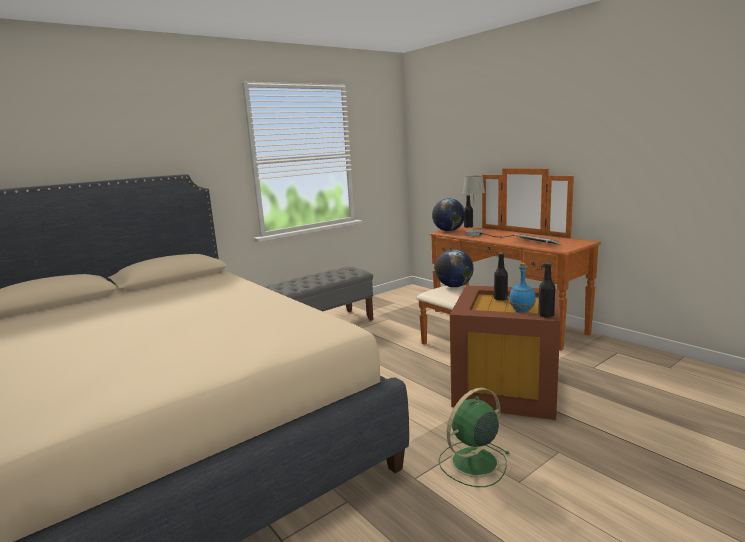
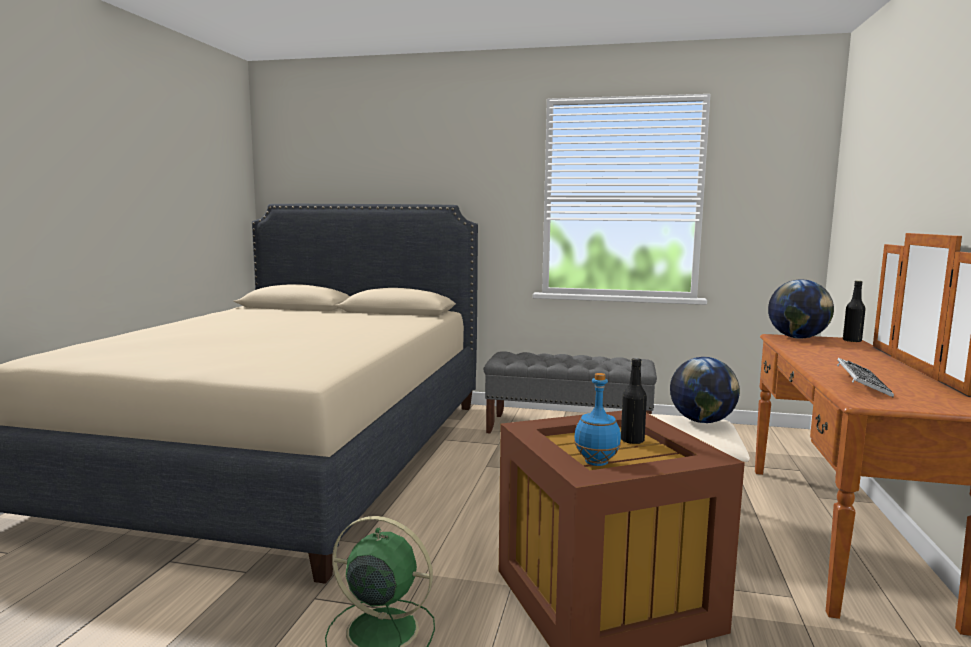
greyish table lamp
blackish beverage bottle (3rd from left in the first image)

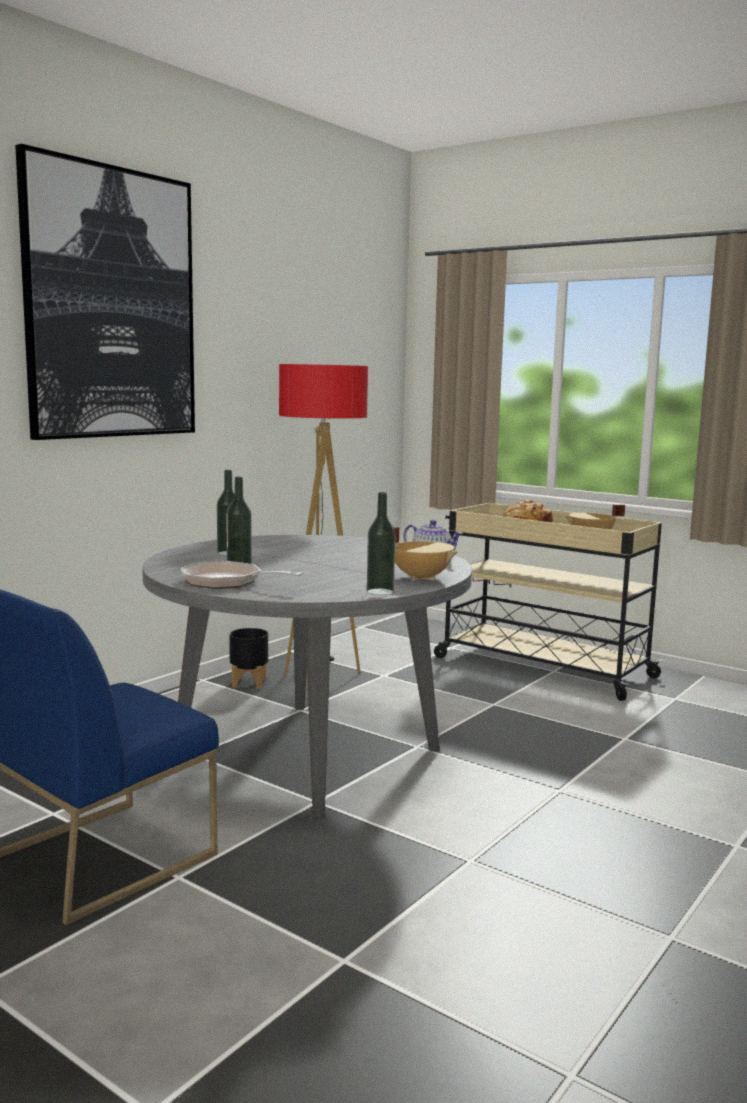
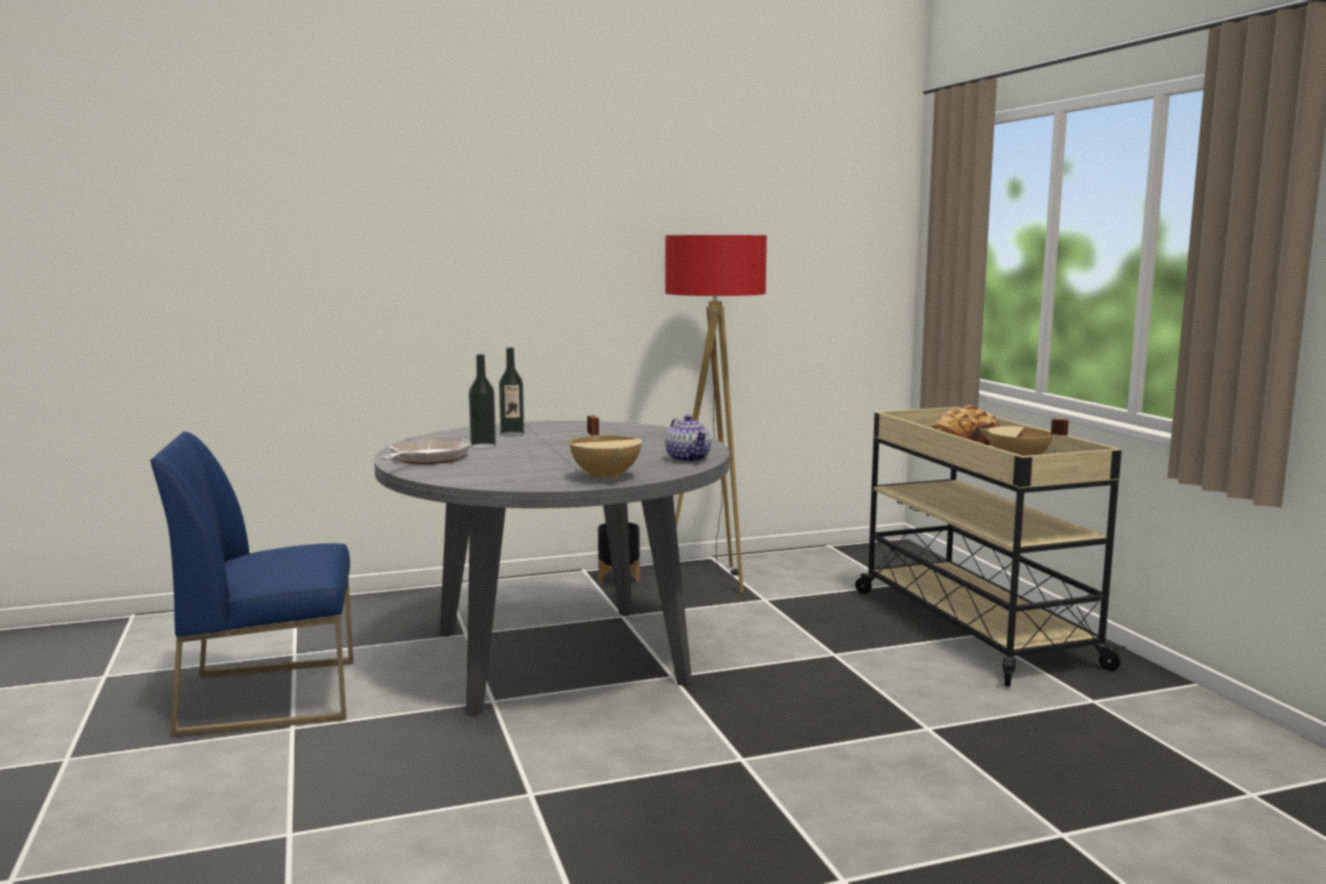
frying pan
wall art
beverage bottle (3rd from left in the first image)

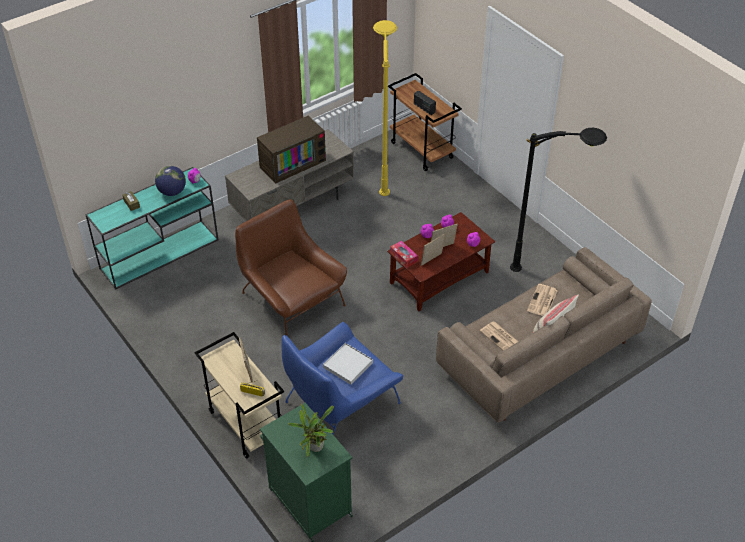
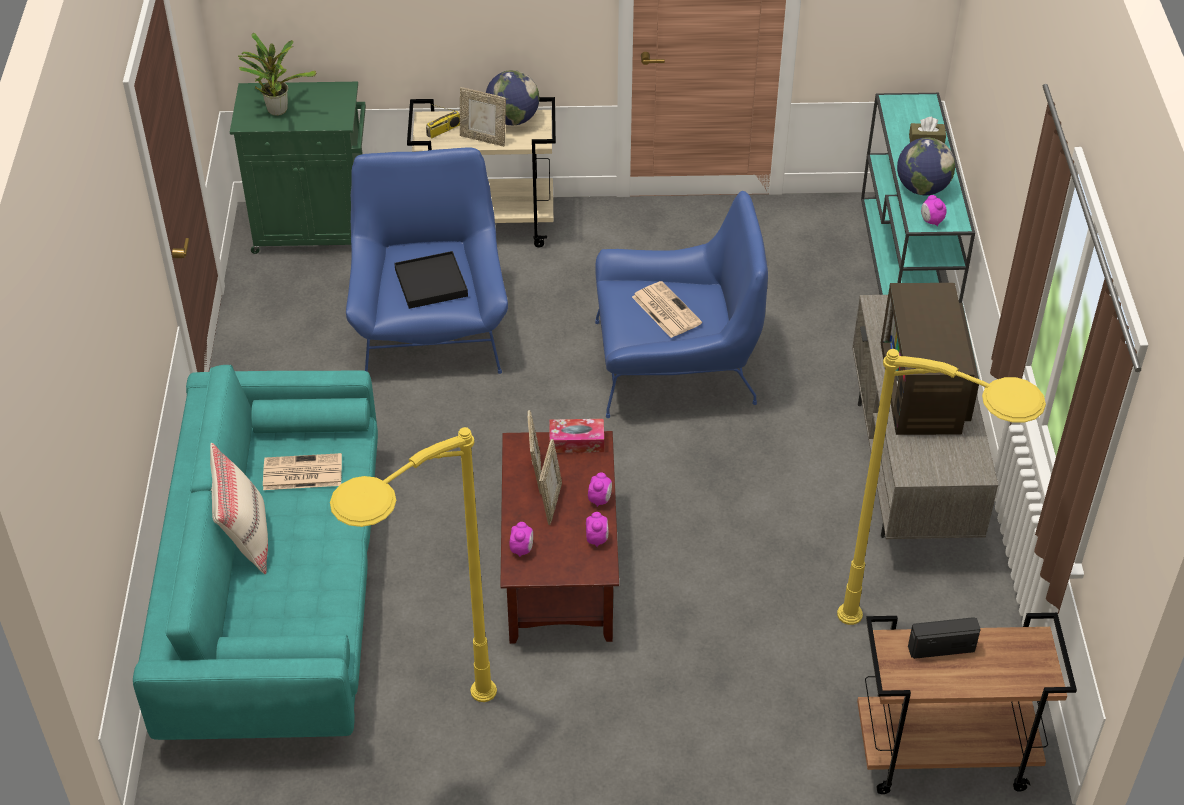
blue-green couch
yellowish floor lamp (1st from left)
blackish tray
desk globe (1st from left)
blue-coloured lounge chair (2nd from left)
daily paper (2nd from left)

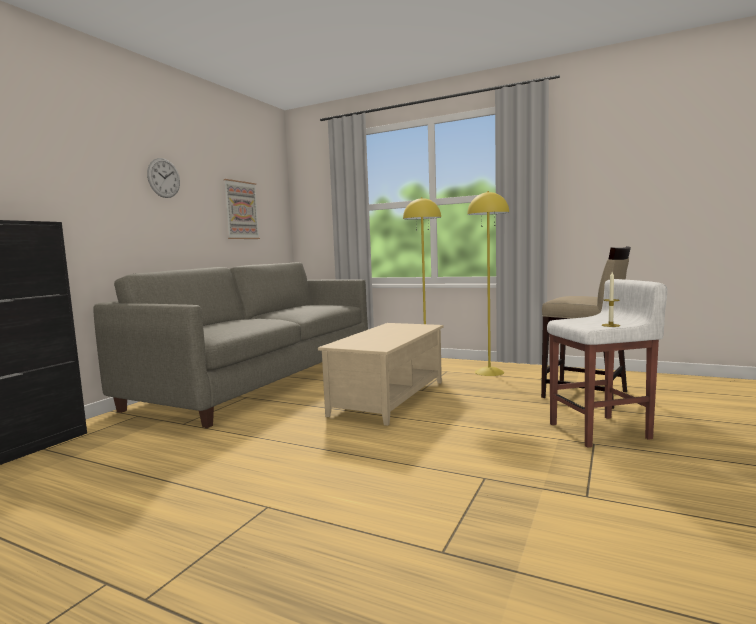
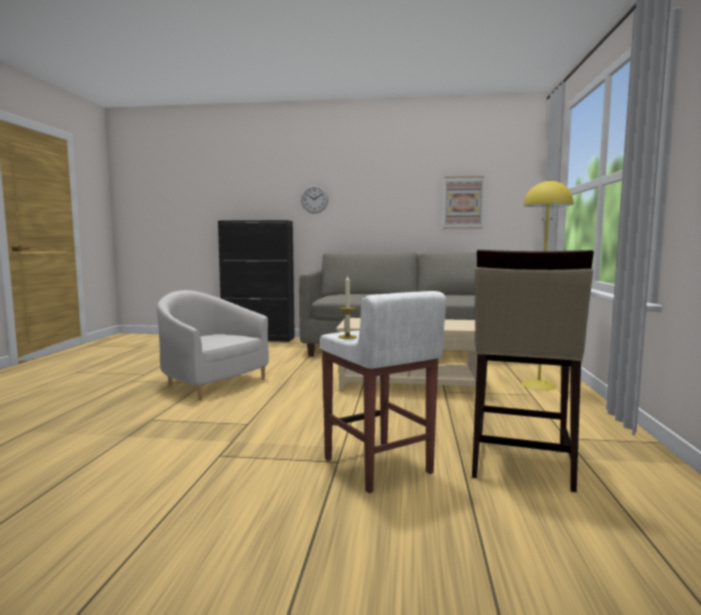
white-coloured lounge chair
wall clock
yellowish floor lamp (2nd from left in the first image)

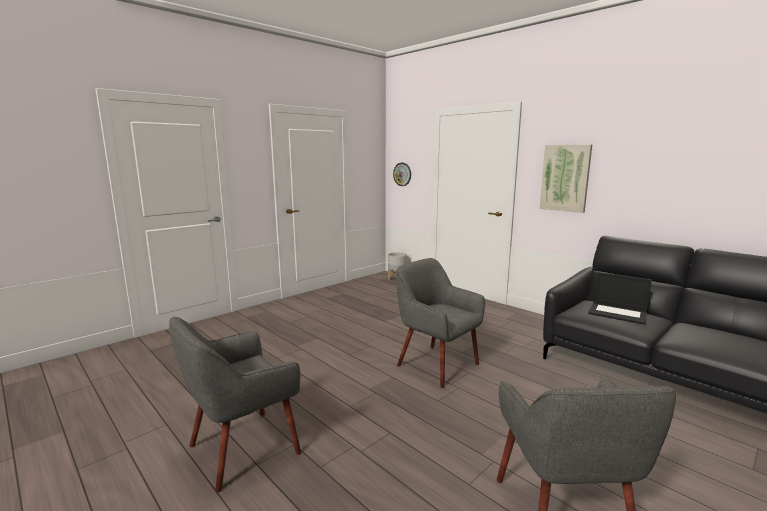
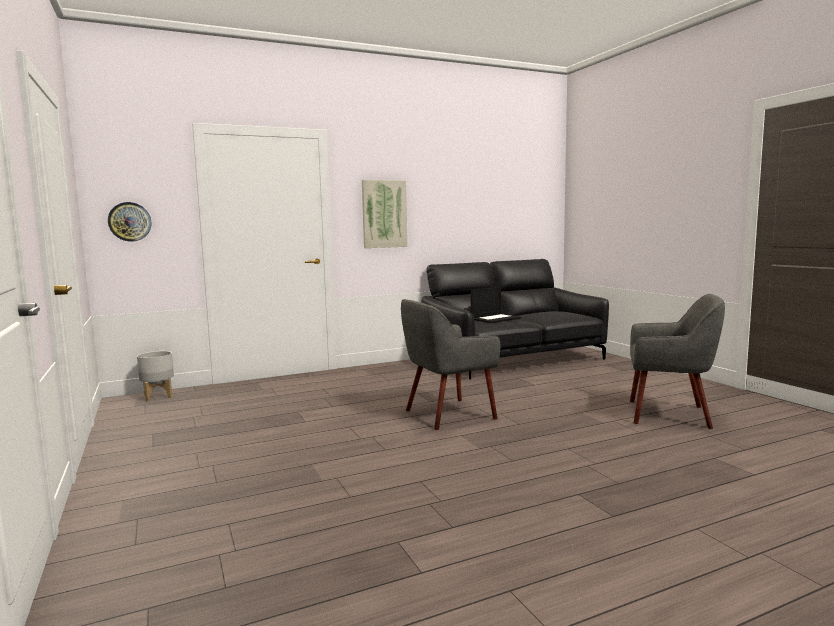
greyish lounge chair (1st from left in the first image)

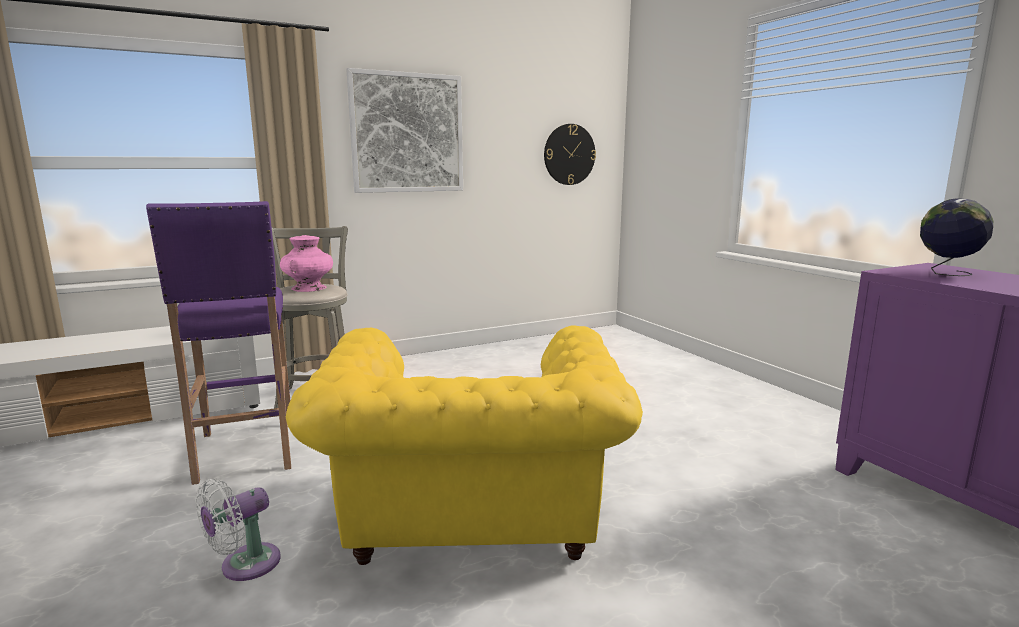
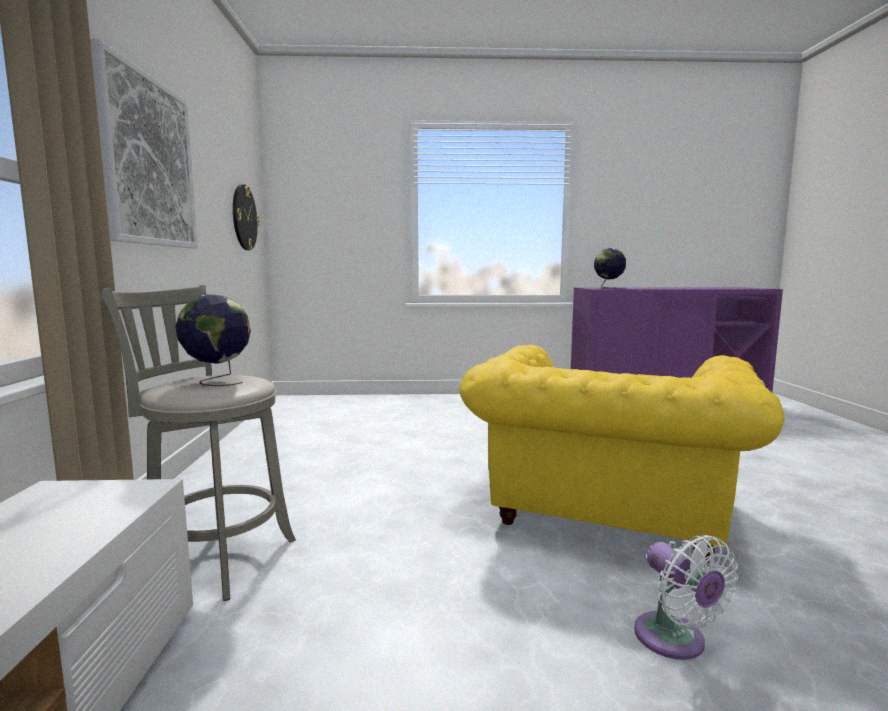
desk globe (1st from left)
yellowish lounge chair
purple sitting stool

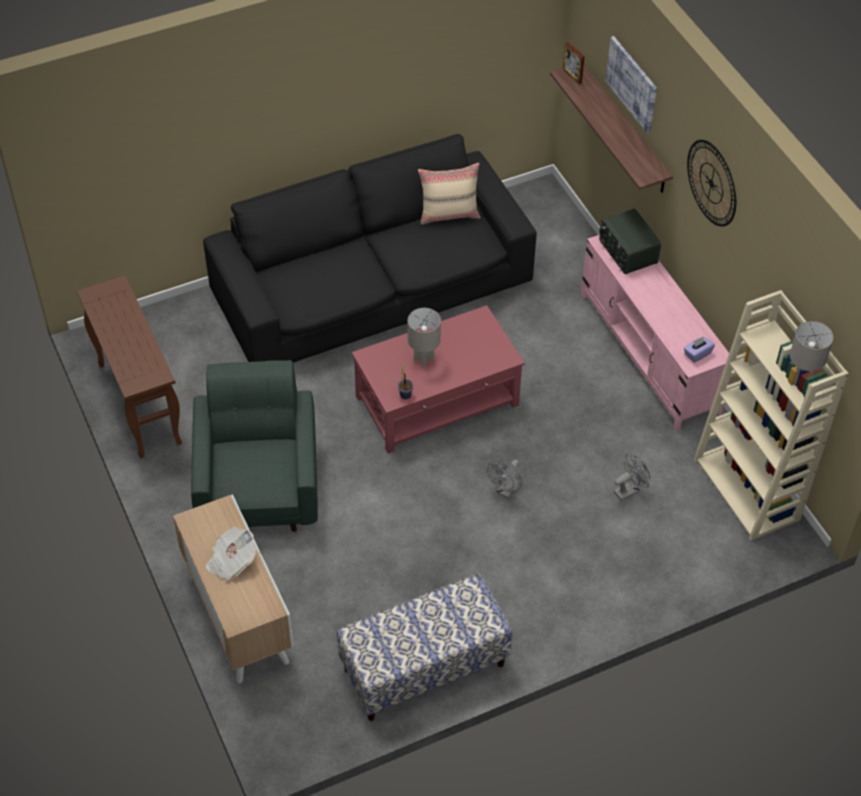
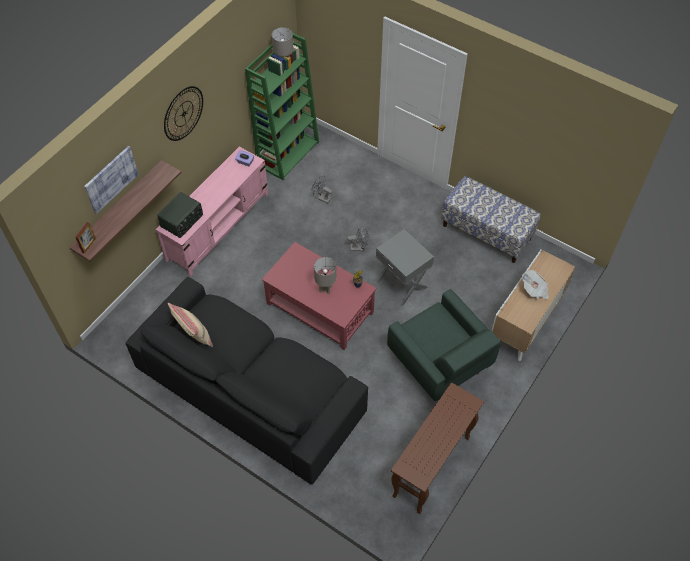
green bookcase
greyish accent table
green lounge chair

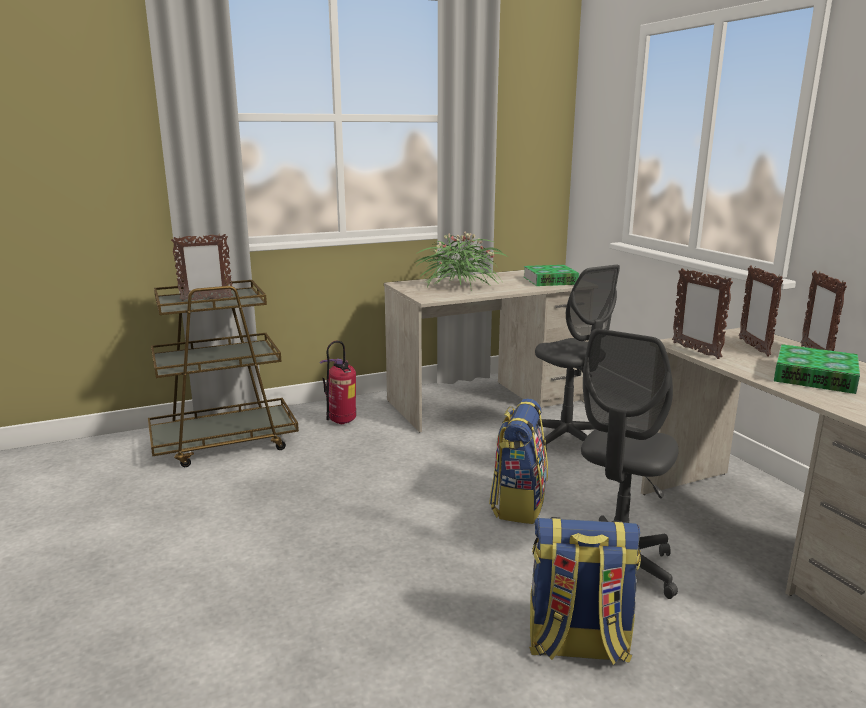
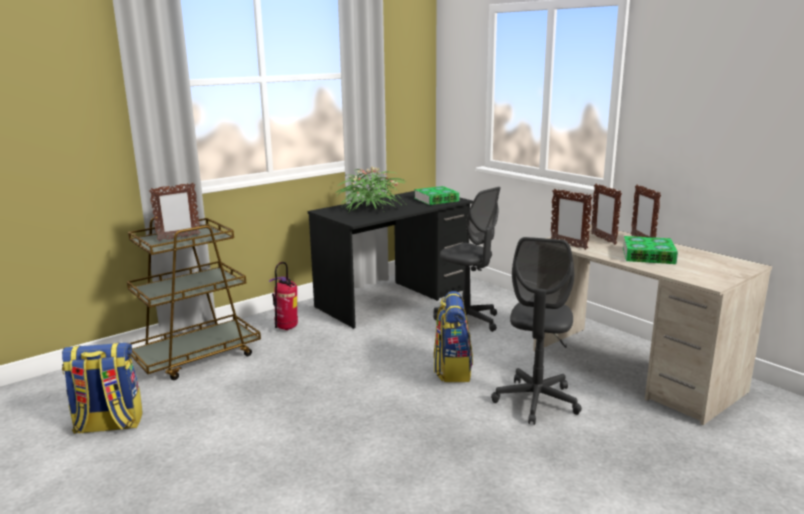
rucksack (1st from left)
blackish desk

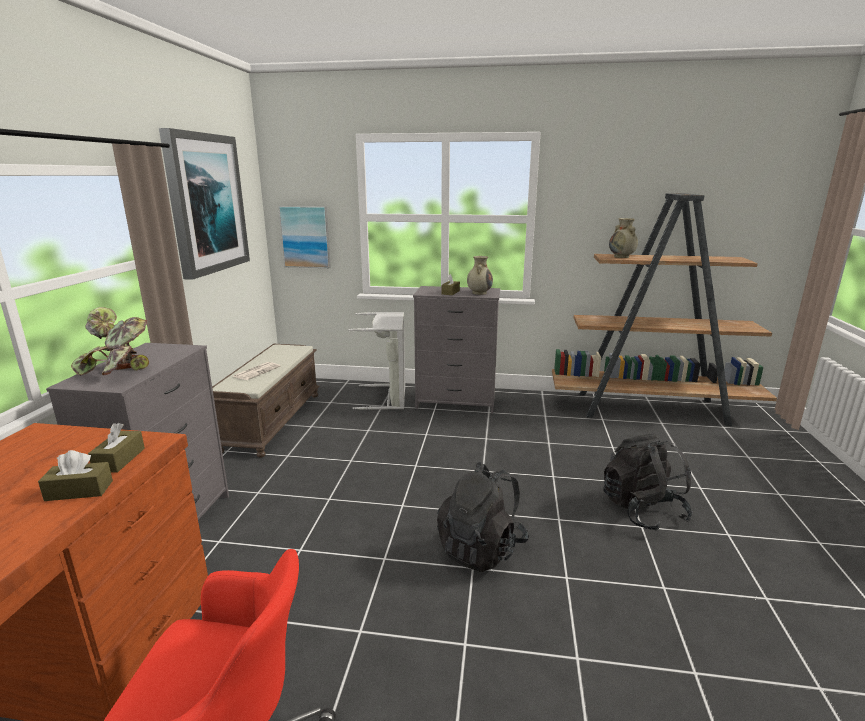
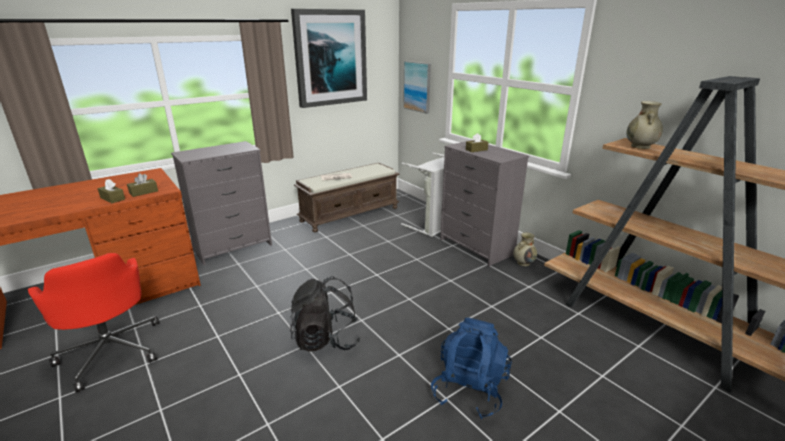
blue-coloured rucksack
beige-coloured decorative vase (1st from left)
plant in a pot

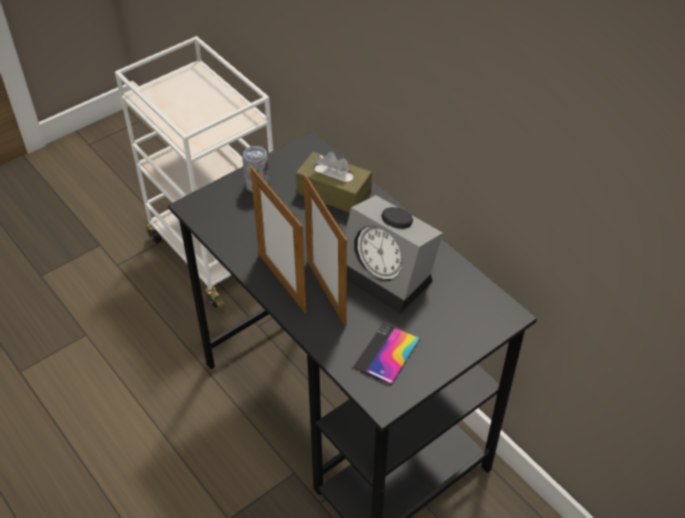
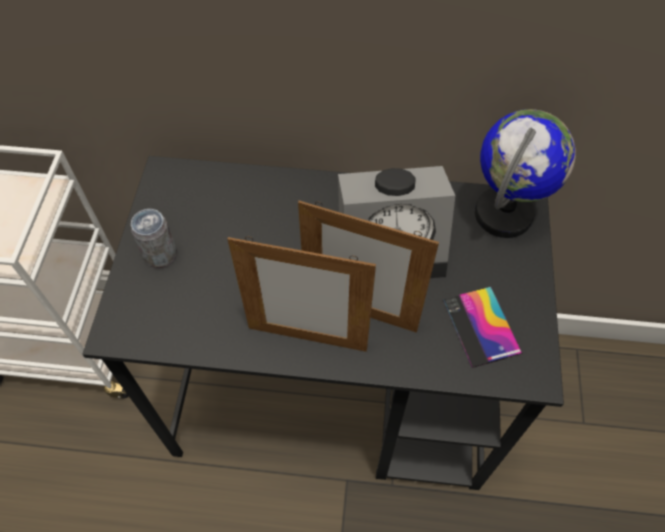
desk globe
brown-coloured tissue box

